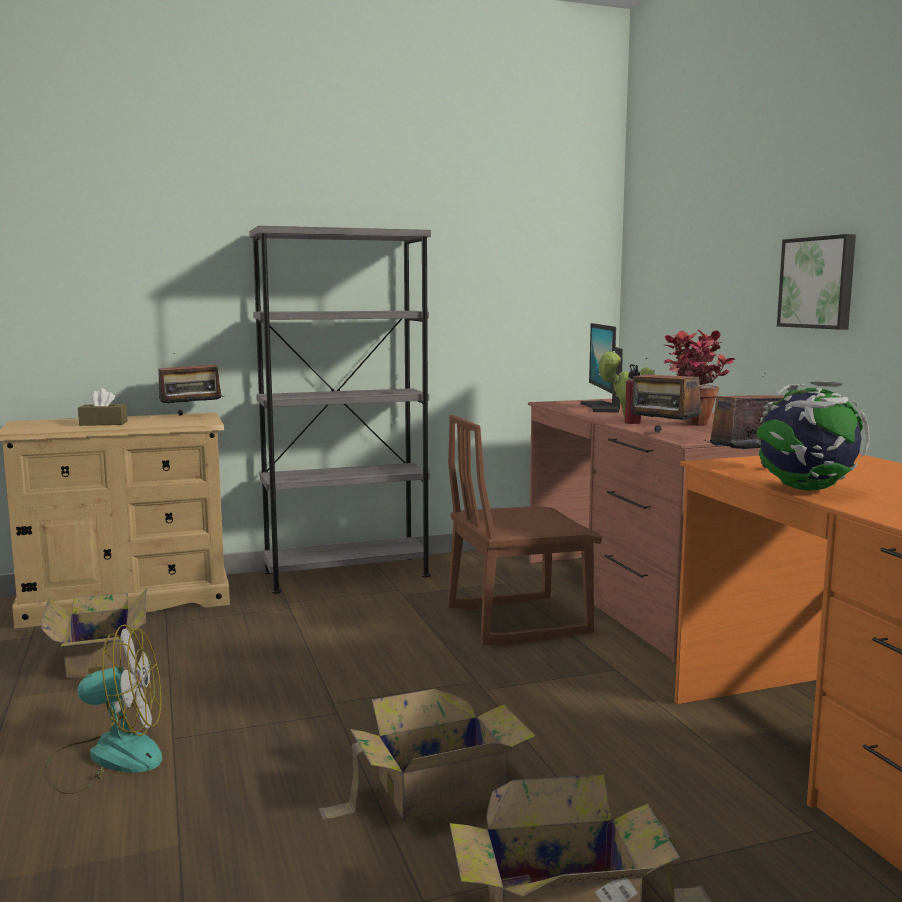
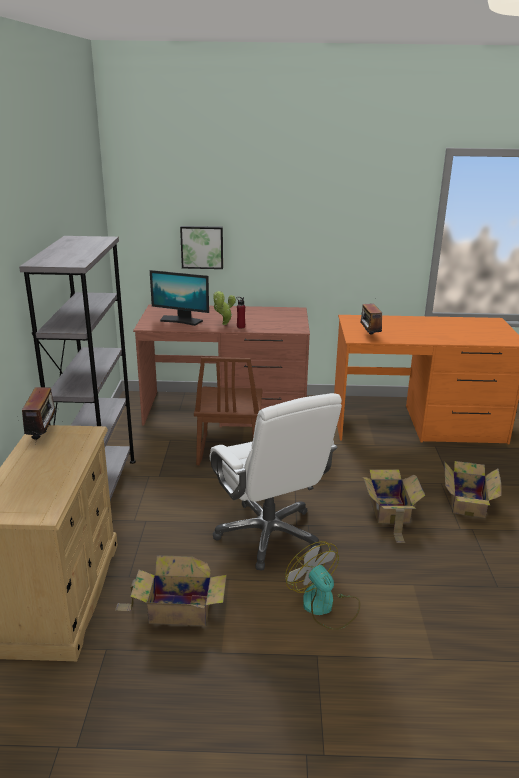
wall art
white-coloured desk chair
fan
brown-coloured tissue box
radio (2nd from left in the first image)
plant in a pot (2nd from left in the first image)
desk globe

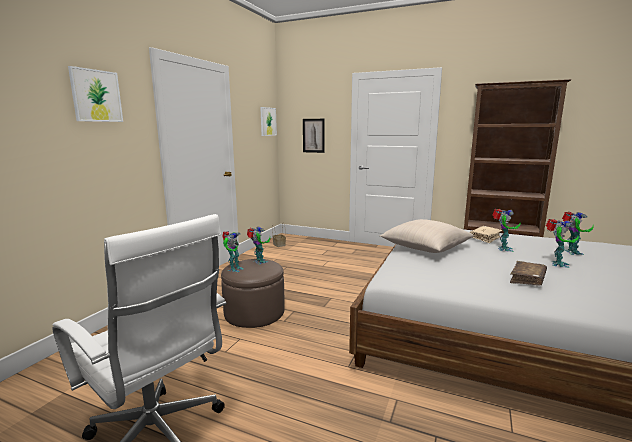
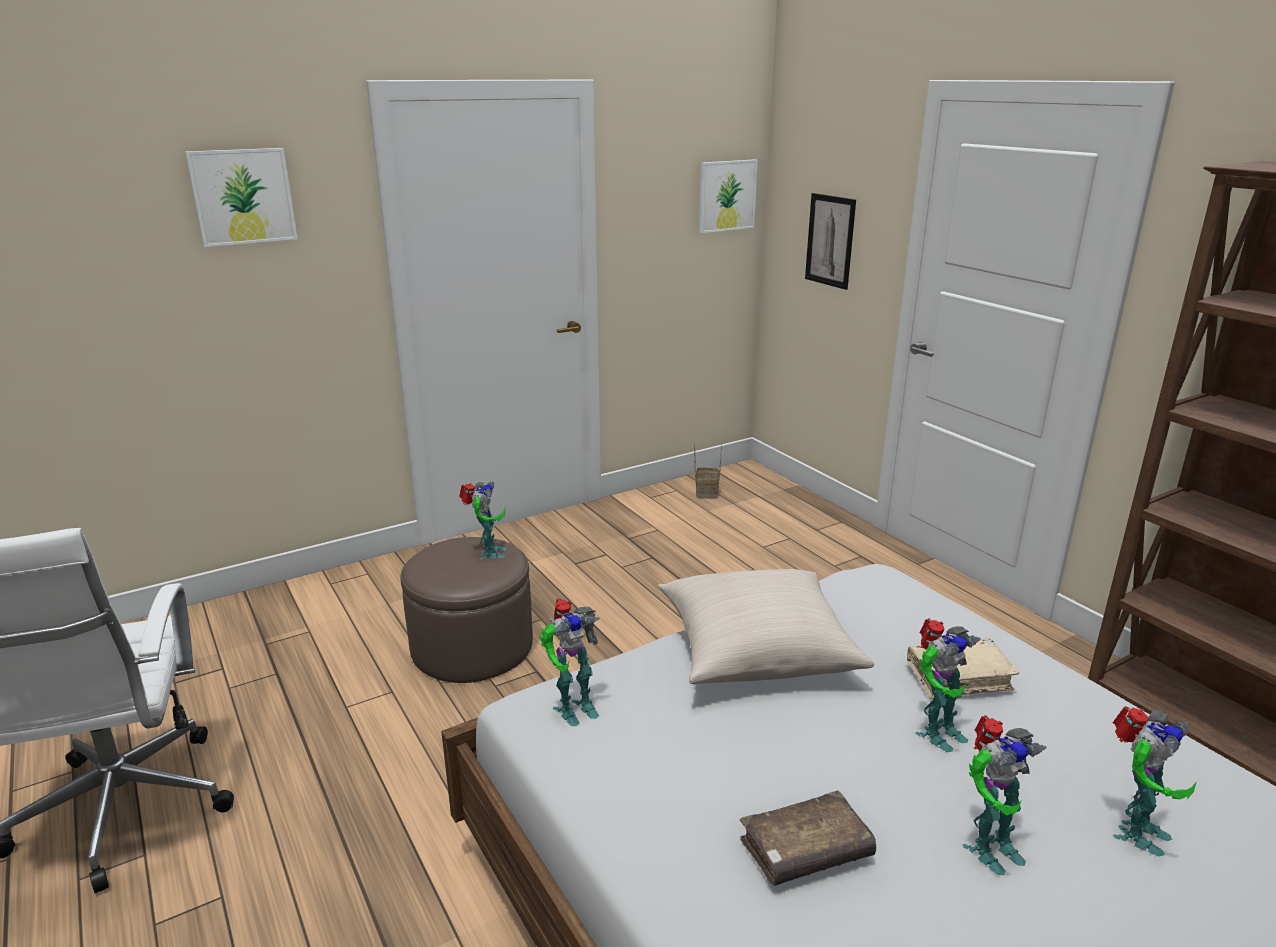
model robot (2nd from left)

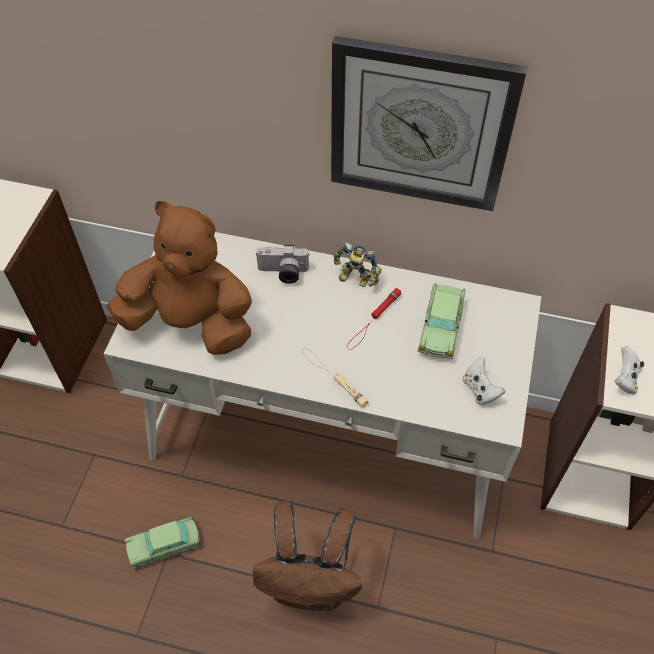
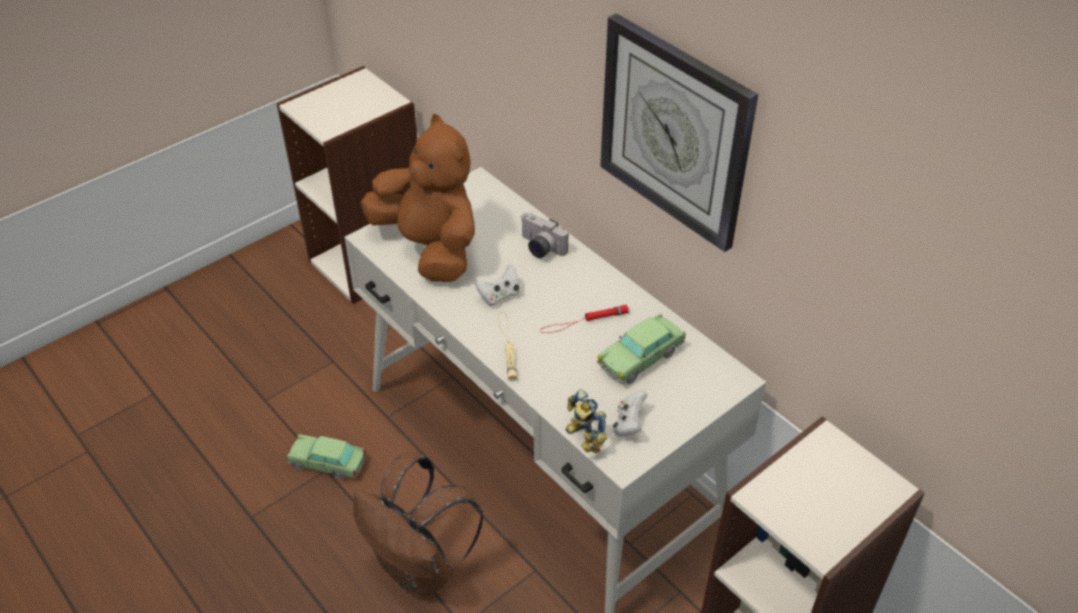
white-coloured gamepad (1st from left)
model robot

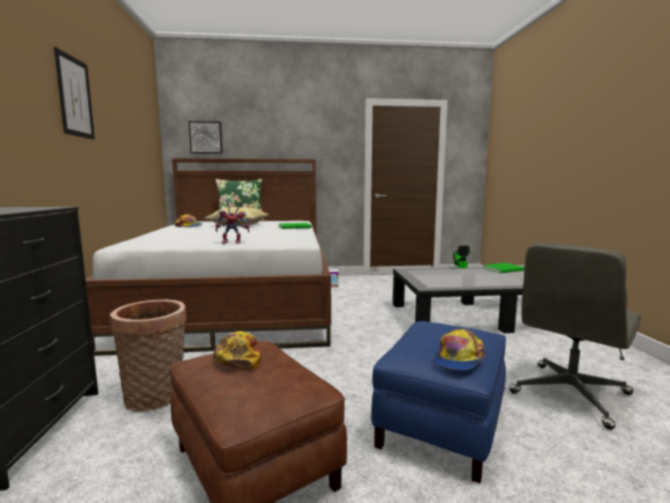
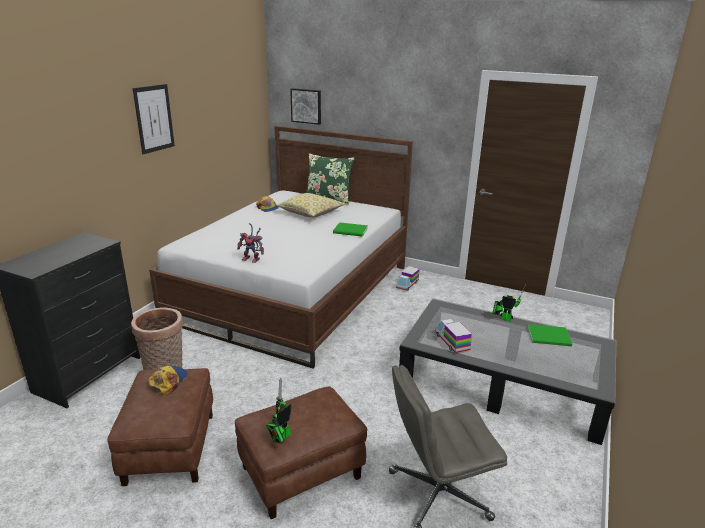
brown-coloured ottoman (2nd from left)
model robot (2nd from left)
toy lorry (2nd from left)

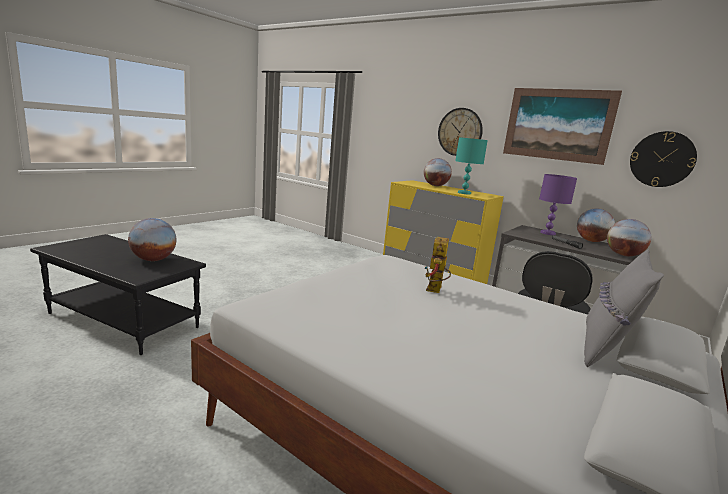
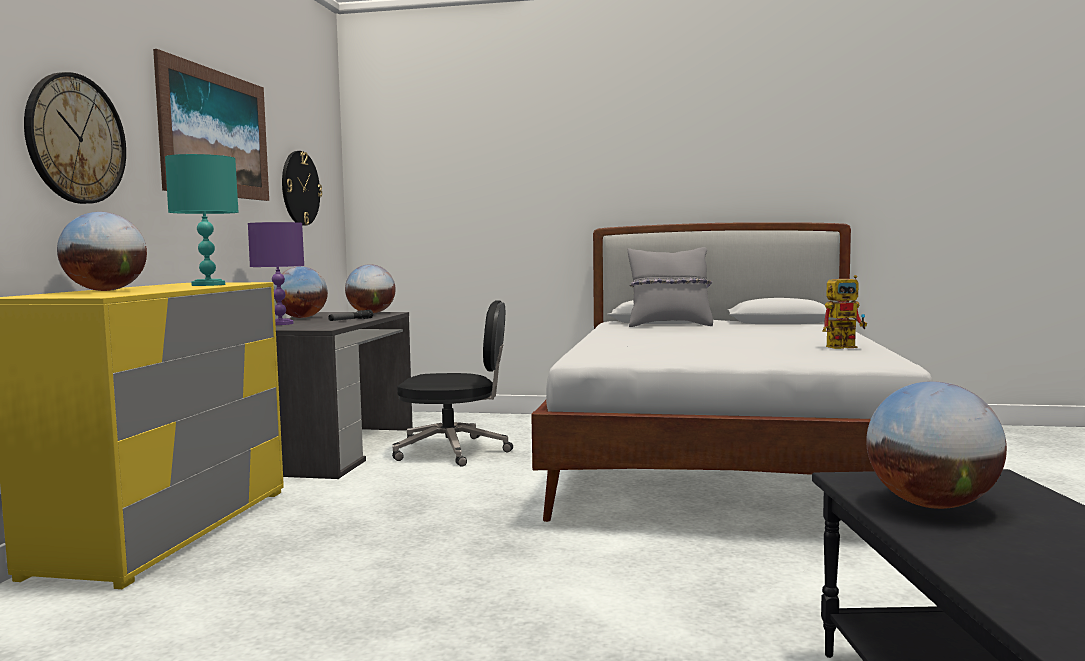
model robot

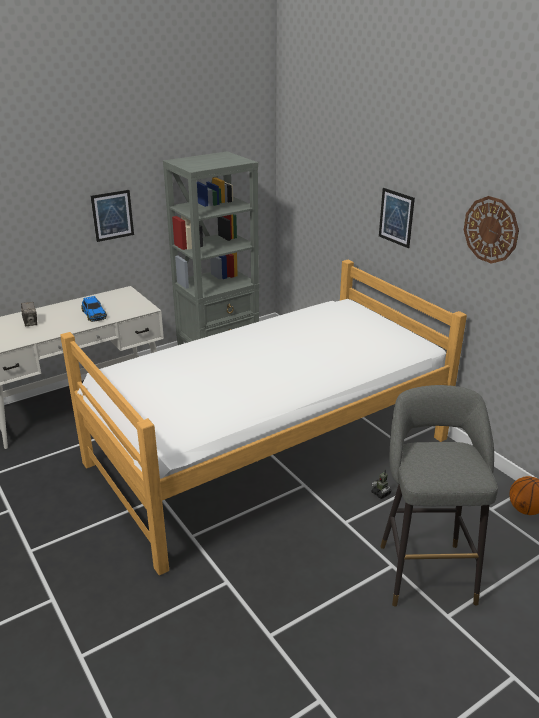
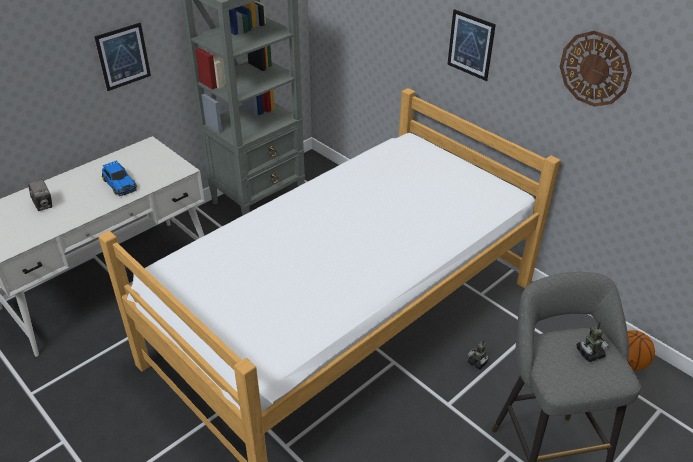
model robot (2nd from left)

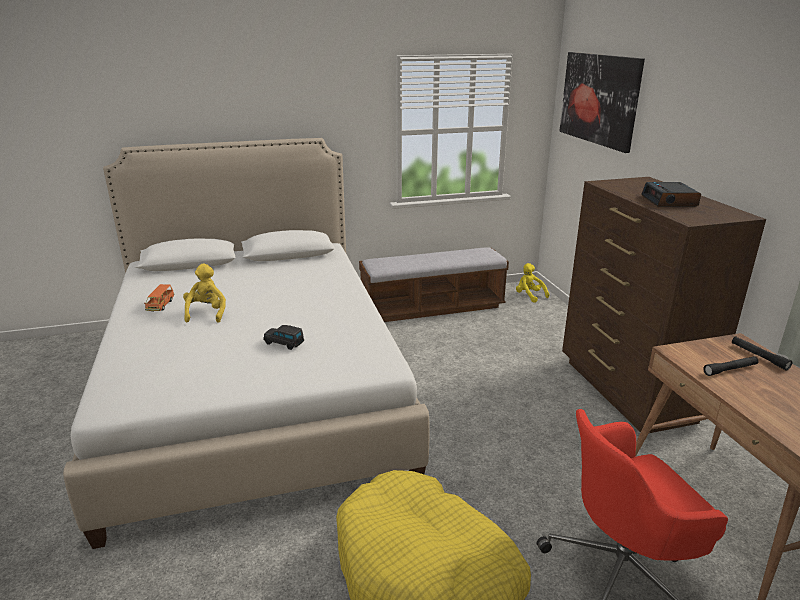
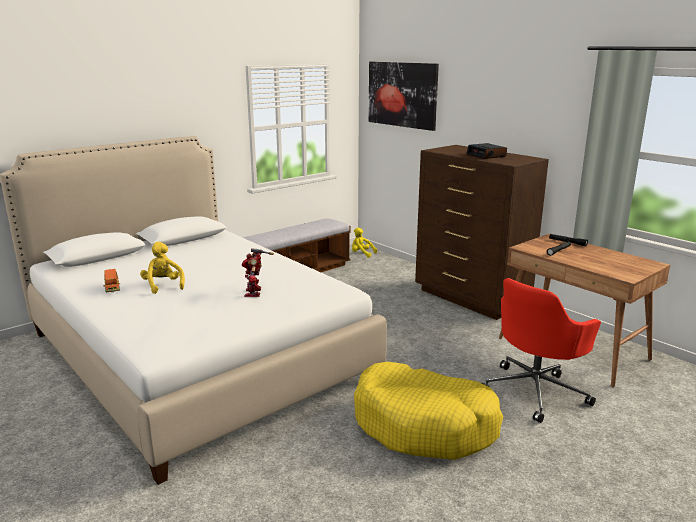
model robot

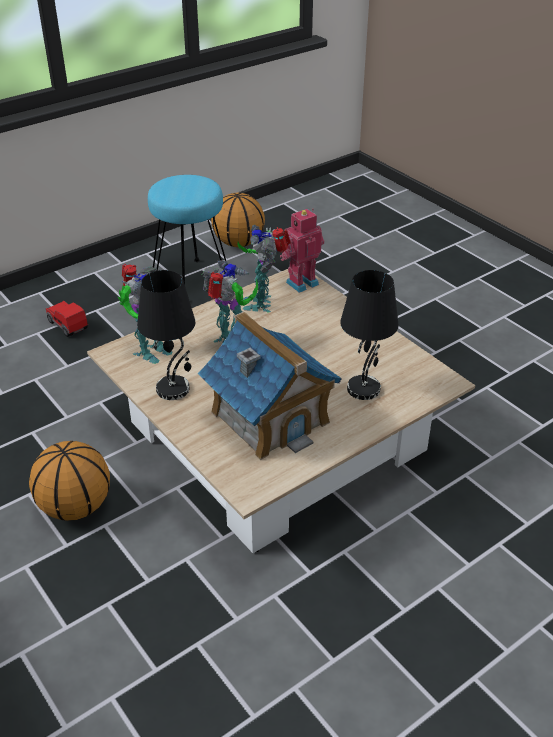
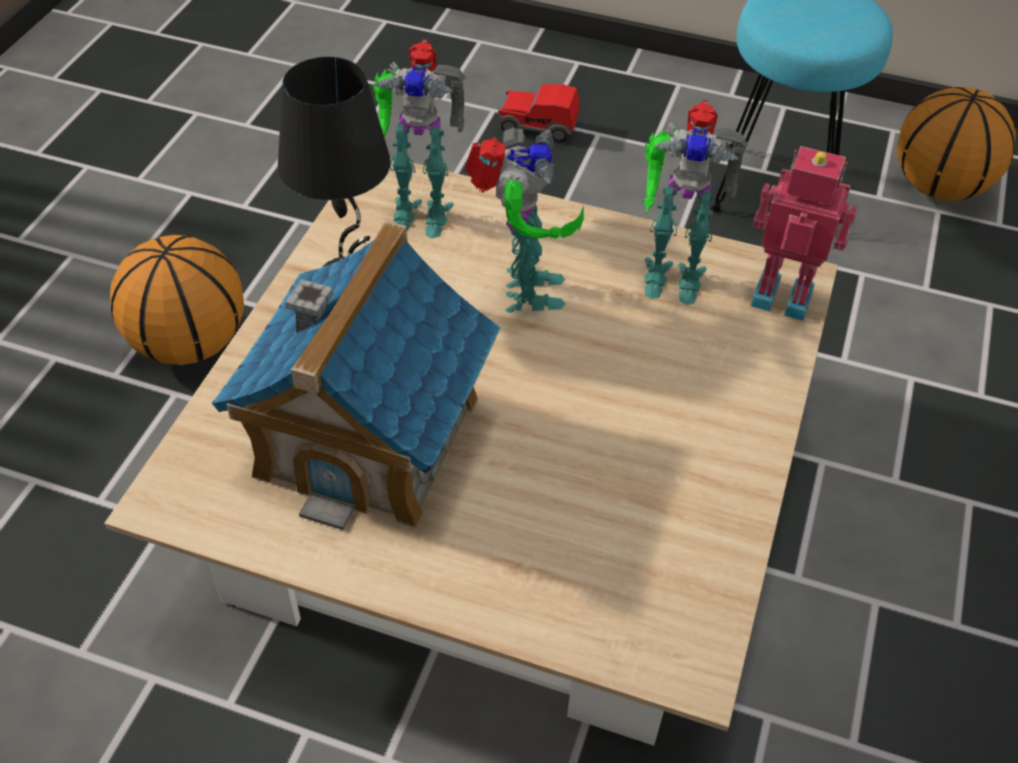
miniature car
model robot (3rd from left)
blackish table lamp (2nd from left in the first image)

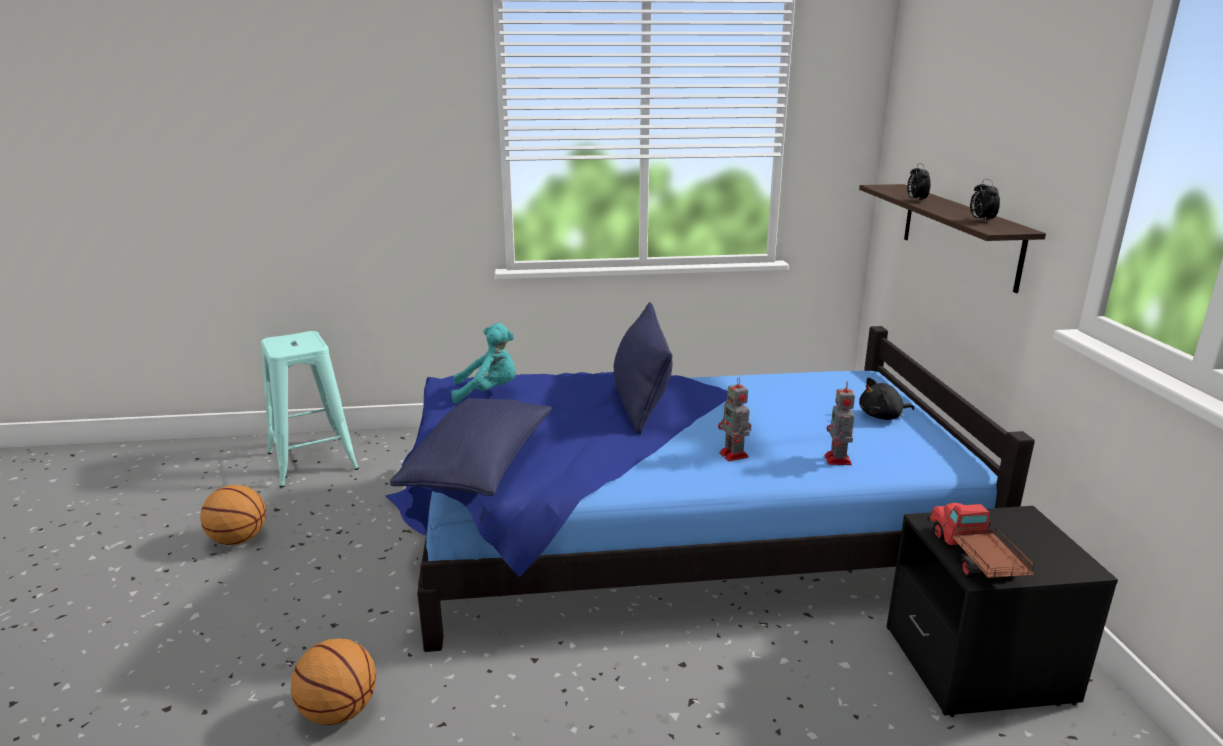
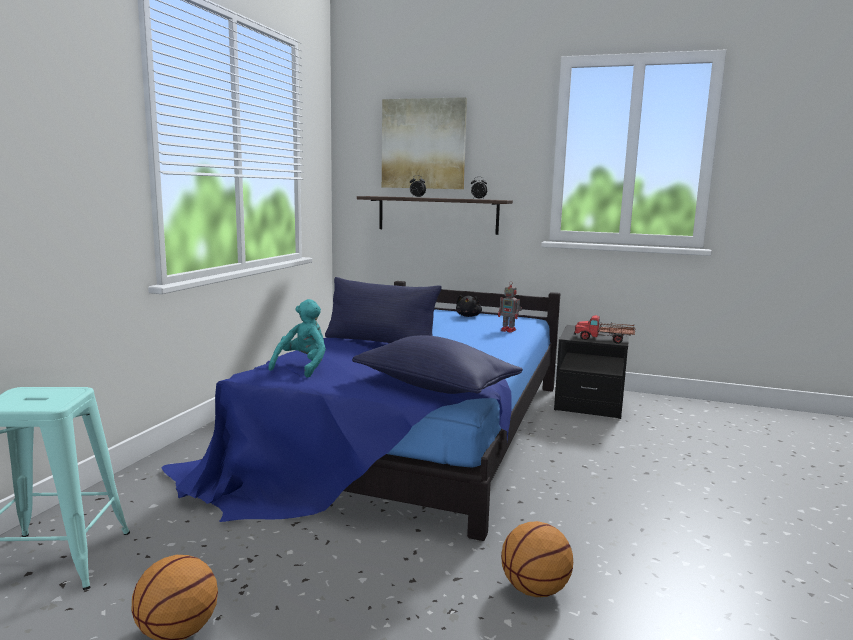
wall art
model robot (1st from left in the first image)

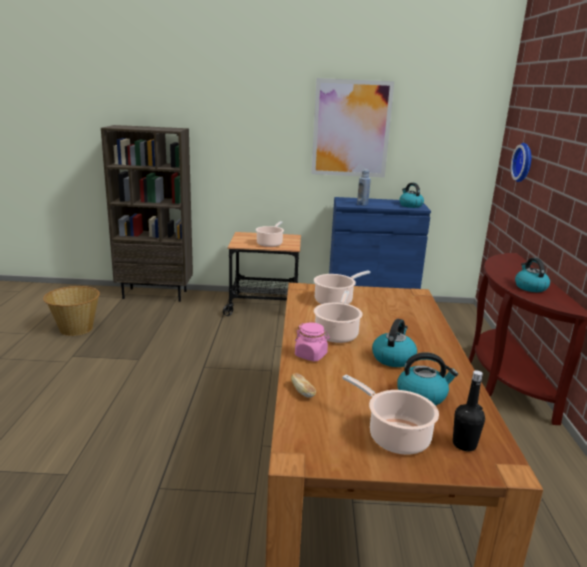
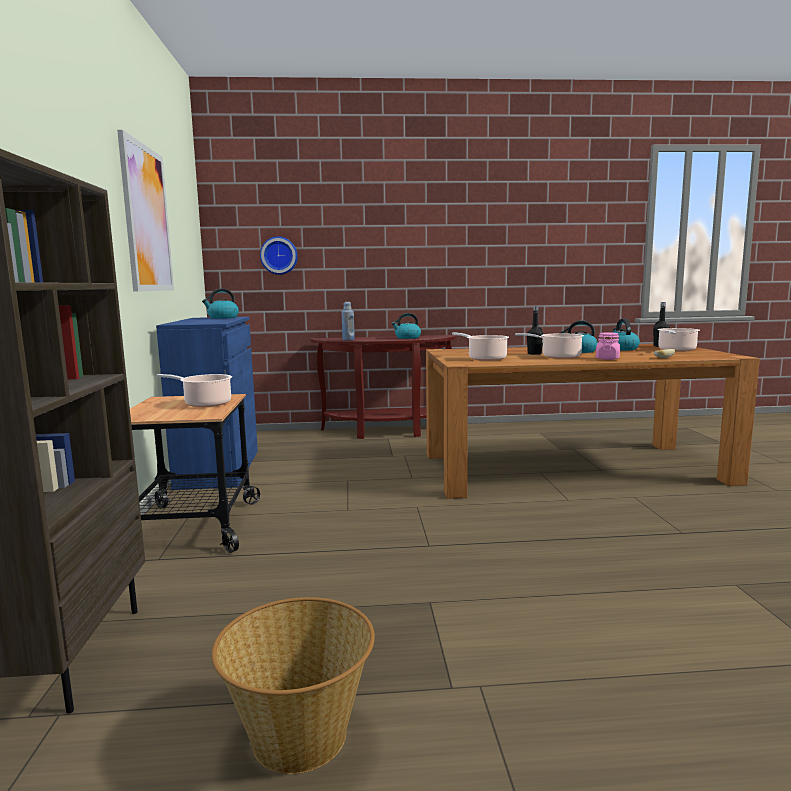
blue-coloured beverage bottle
blackish beverage bottle (1st from left)

